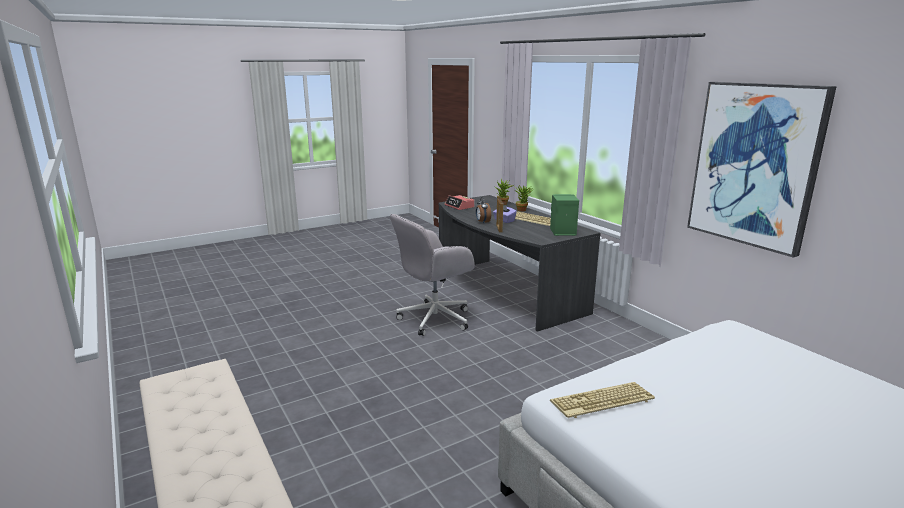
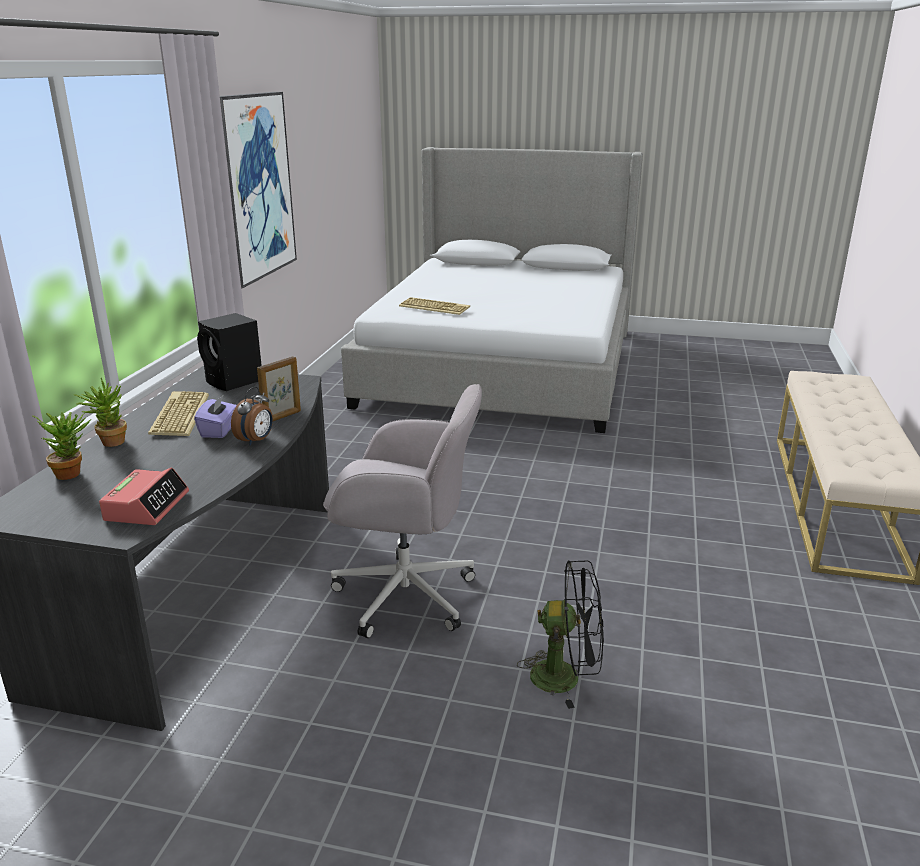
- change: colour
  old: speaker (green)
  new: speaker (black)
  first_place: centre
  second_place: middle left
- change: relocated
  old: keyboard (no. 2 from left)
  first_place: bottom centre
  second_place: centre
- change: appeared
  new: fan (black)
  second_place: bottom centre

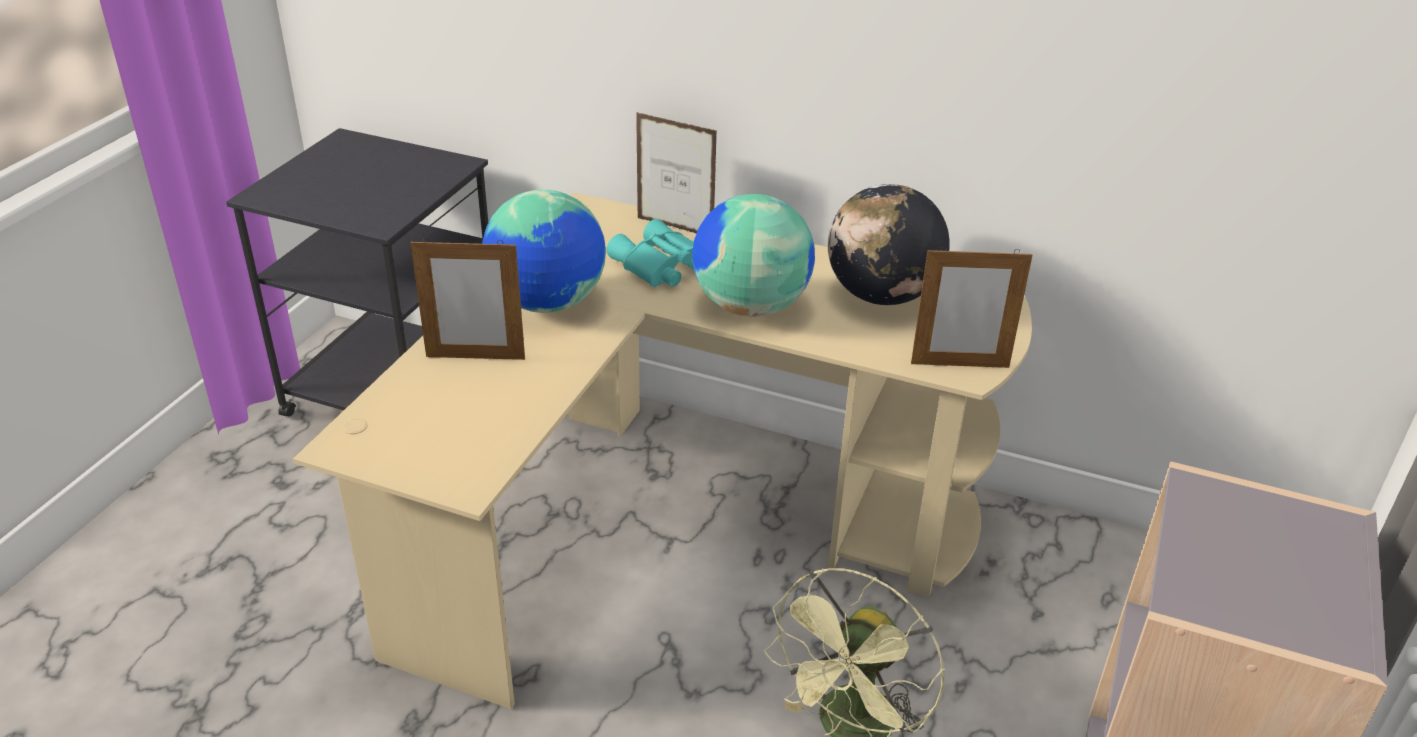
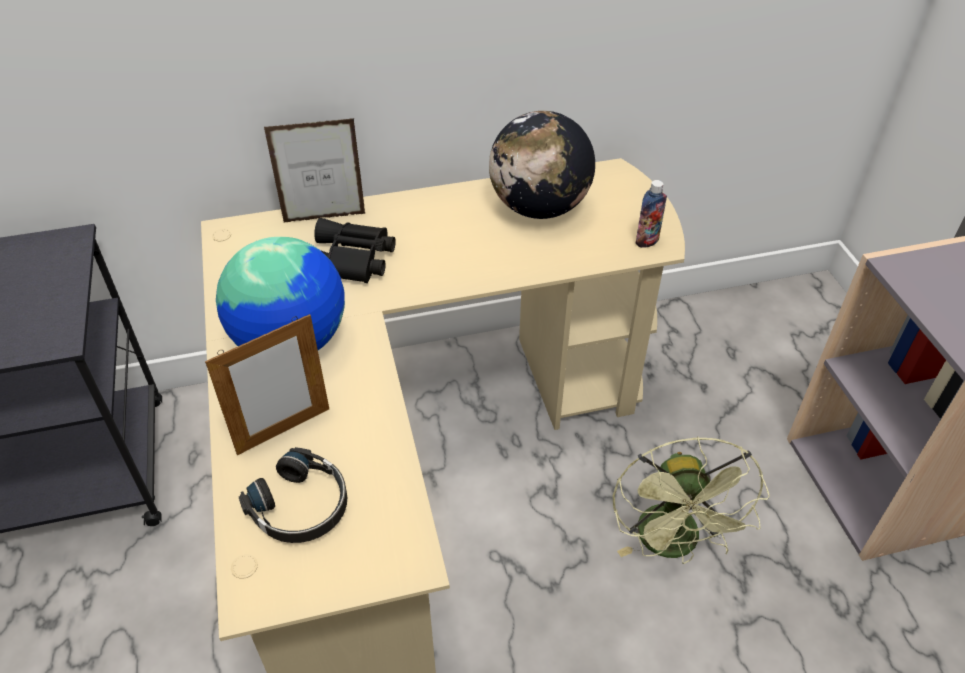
- change: colour
  old: binoculars (turquoise)
  new: binoculars (black)
  first_place: centre
  second_place: centre
- change: missing
  old: globe (no. 2 from left)
  first_place: centre
- change: exchanged
  old: picture frame (no. 3 from left)
  new: bottle
  first_place: middle right
  second_place: top right
- change: appeared
  new: headphones (black)
  second_place: bottom left

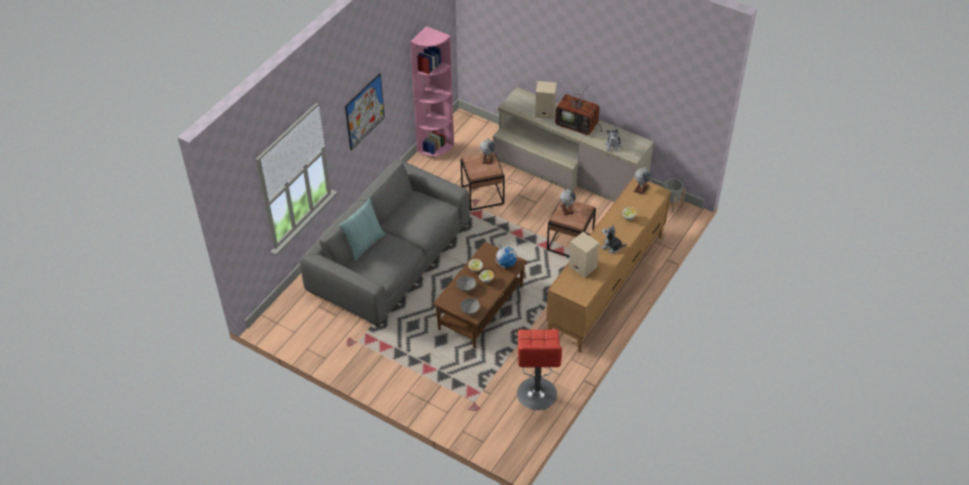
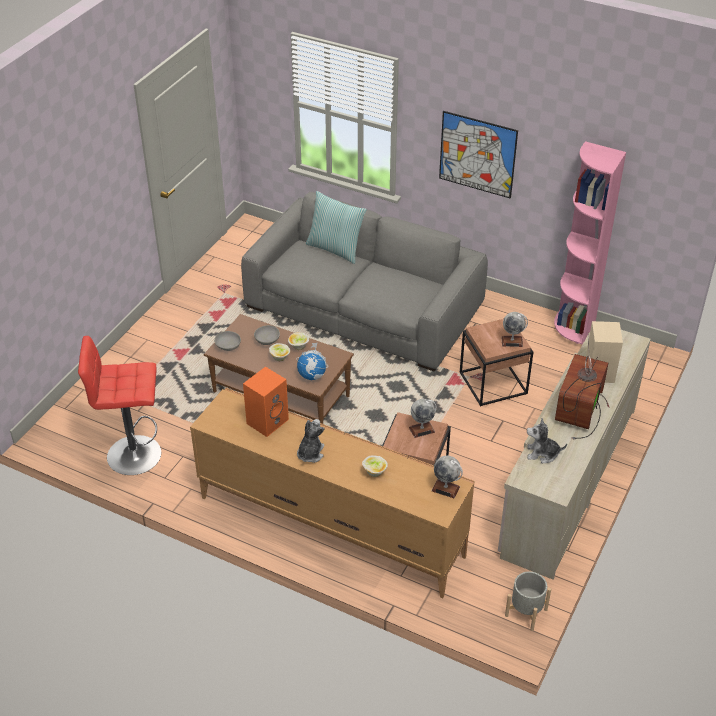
- change: colour
  old: speaker (beige) (no. 2 from left)
  new: speaker (orange)
  first_place: centre
  second_place: centre

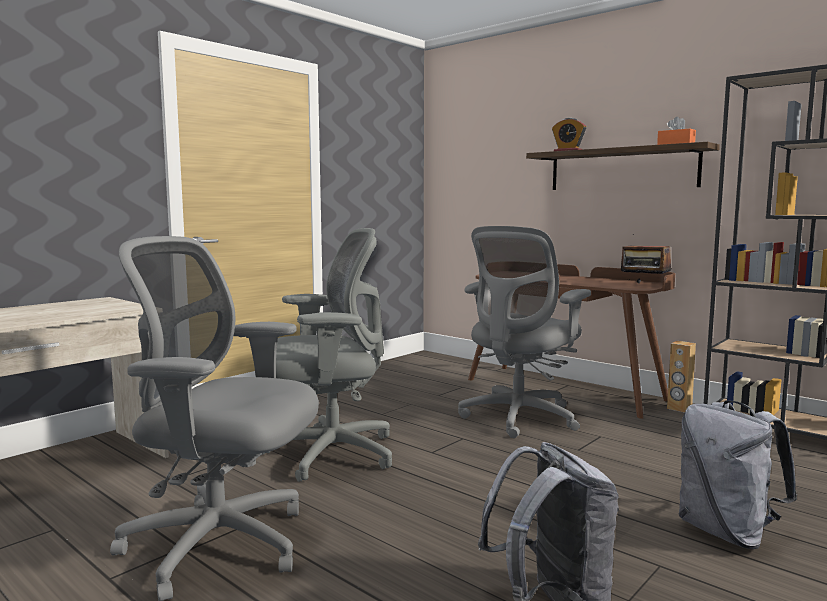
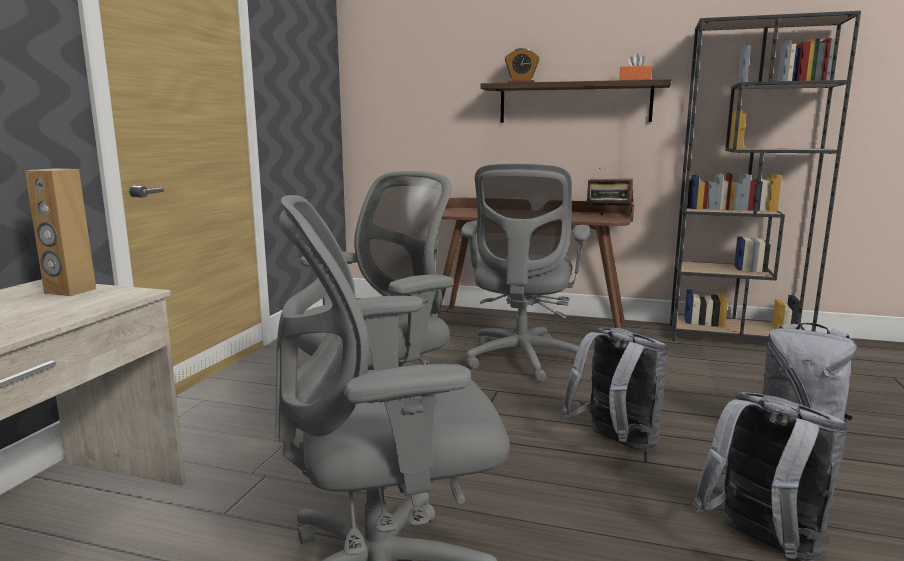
- change: relocated
  old: speaker (brown)
  first_place: middle right
  second_place: middle left
- change: appeared
  new: backpack (grey) (no. 1 from left)
  second_place: bottom right

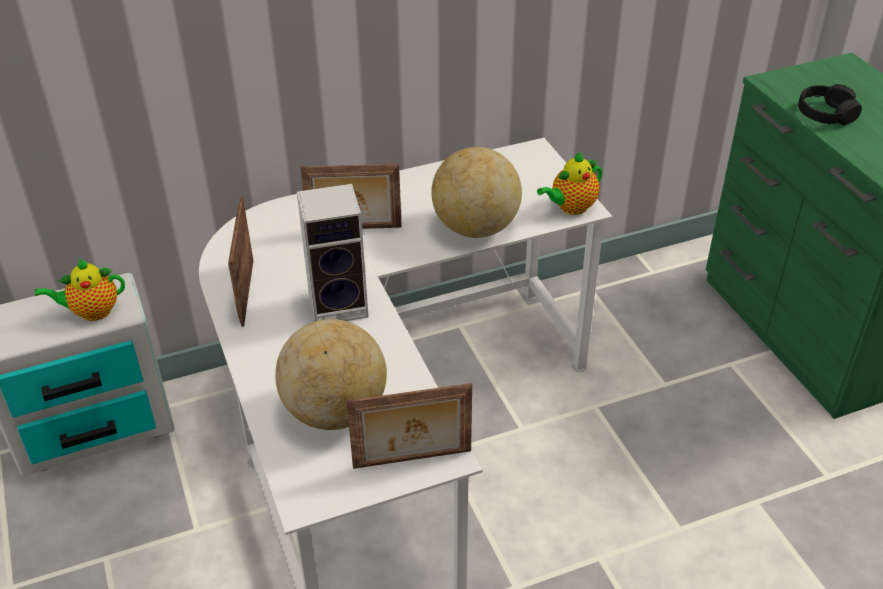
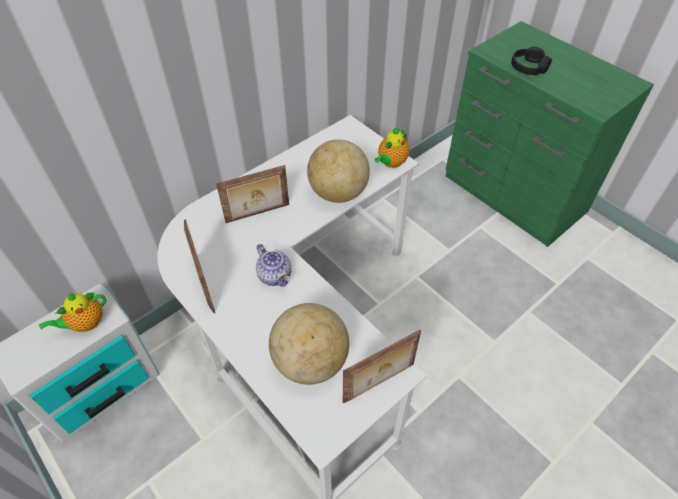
- change: exchanged
  old: speaker
  new: teapot (no. 2 from left)
  first_place: centre
  second_place: centre

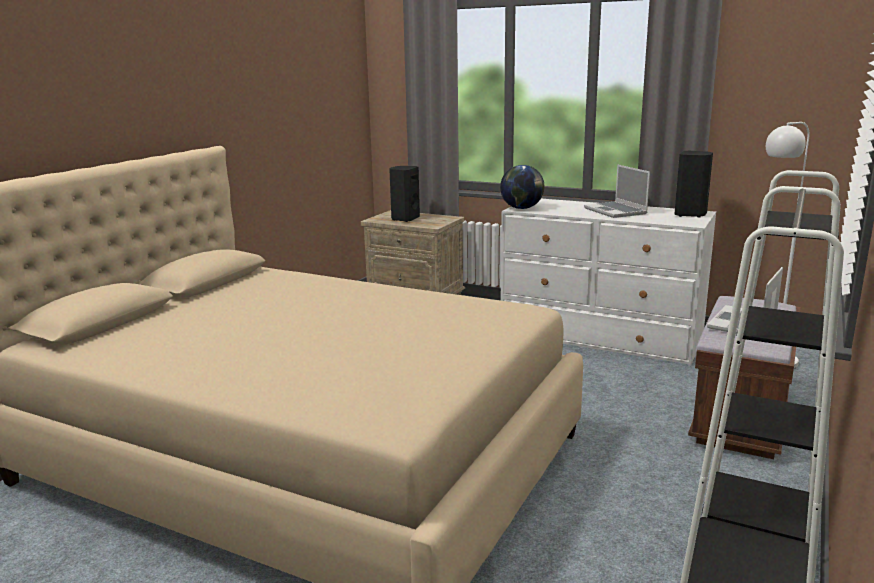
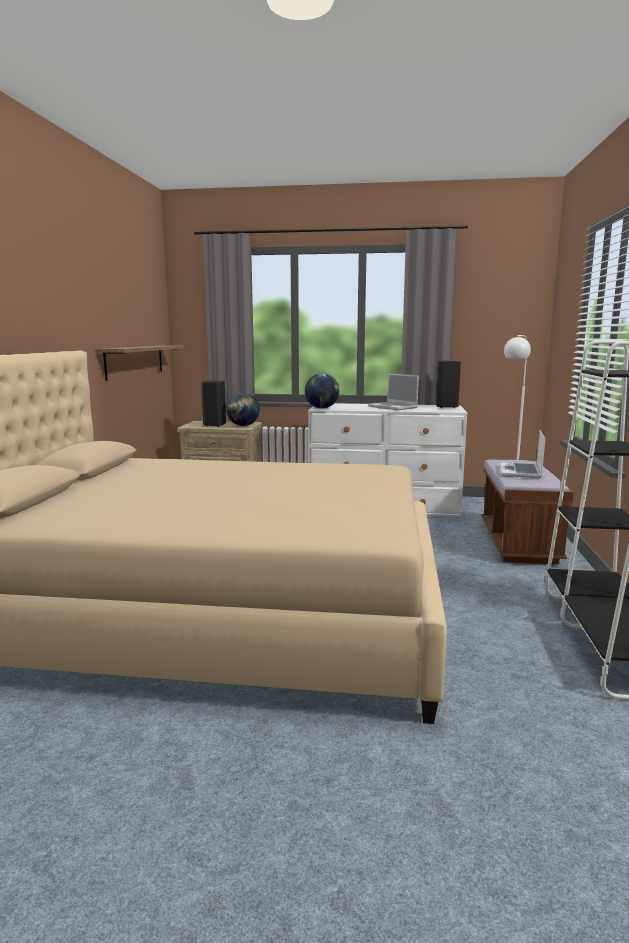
- change: appeared
  new: shelf
  second_place: middle left
- change: appeared
  new: globe (no. 1 from left)
  second_place: centre

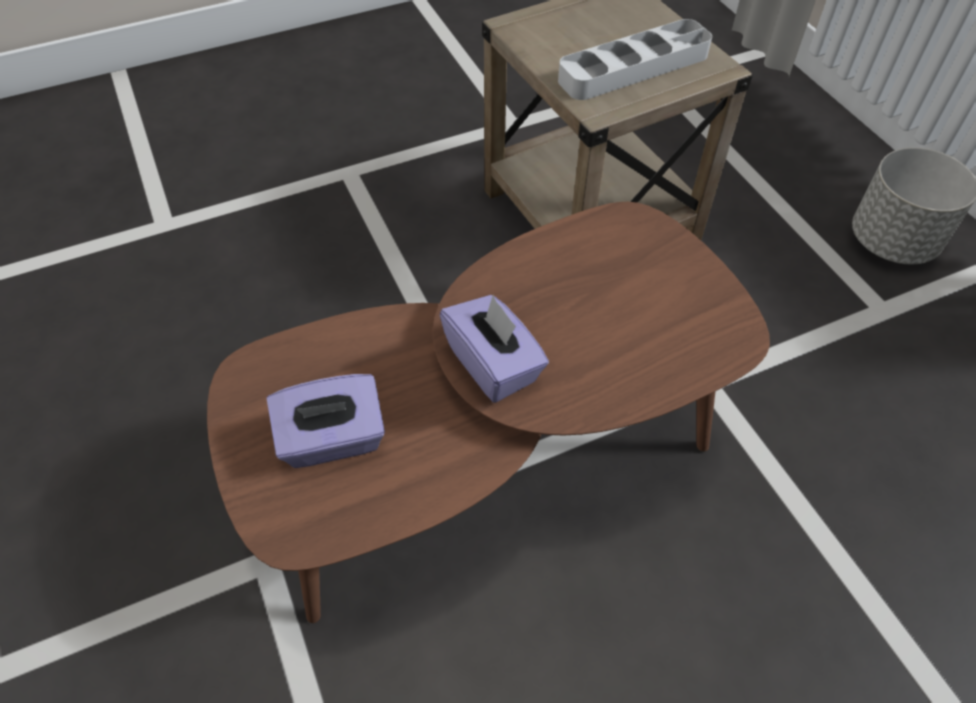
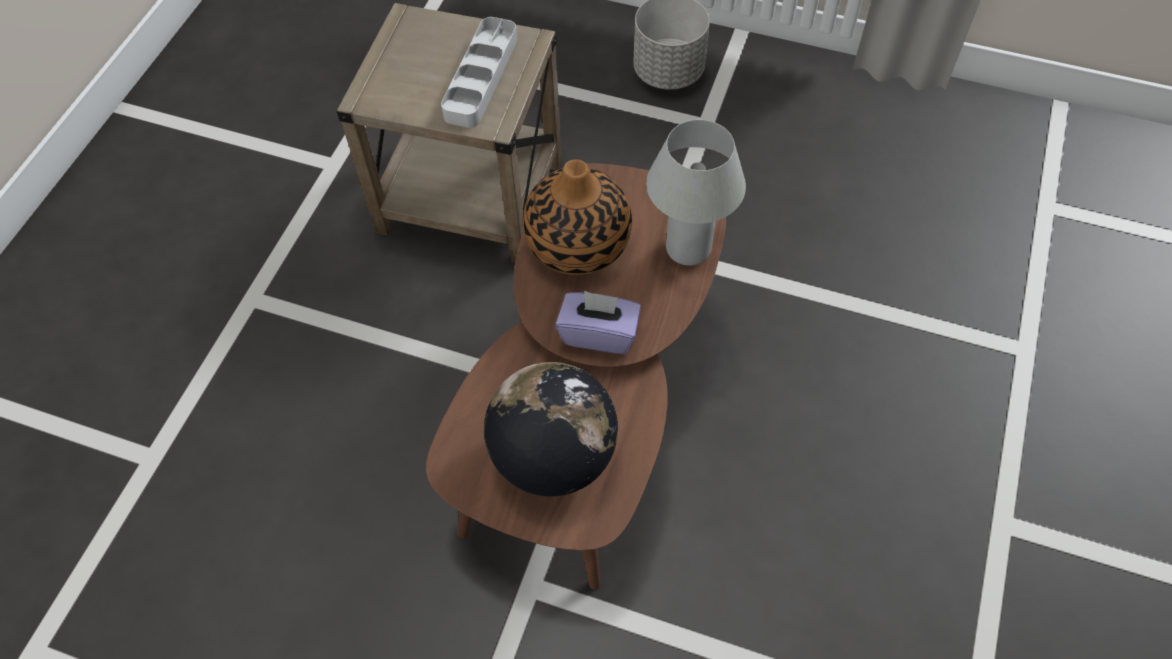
- change: exchanged
  old: tissue box (purple) (no. 1 from left)
  new: globe
  first_place: middle left
  second_place: centre
- change: appeared
  new: vase
  second_place: top centre
- change: appeared
  new: table lamp (white)
  second_place: top centre

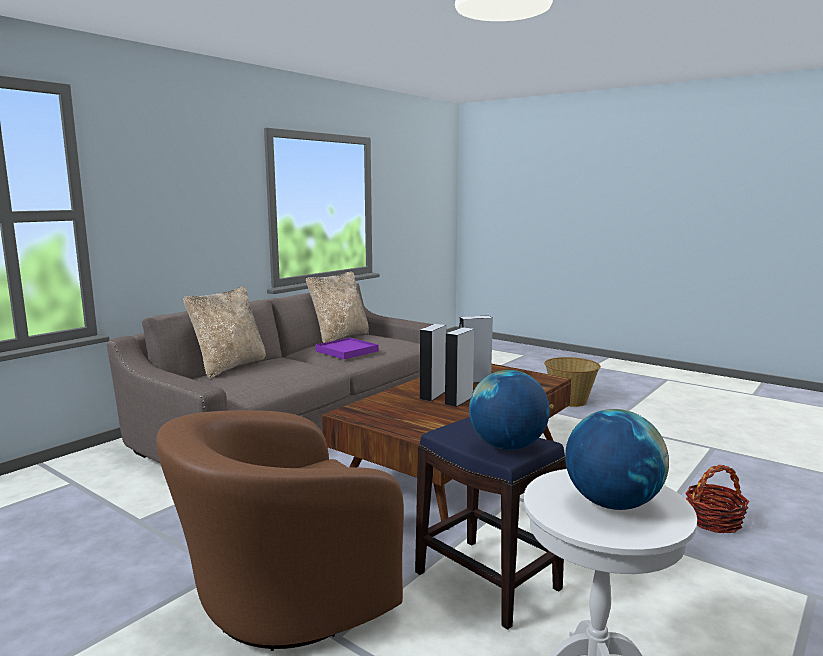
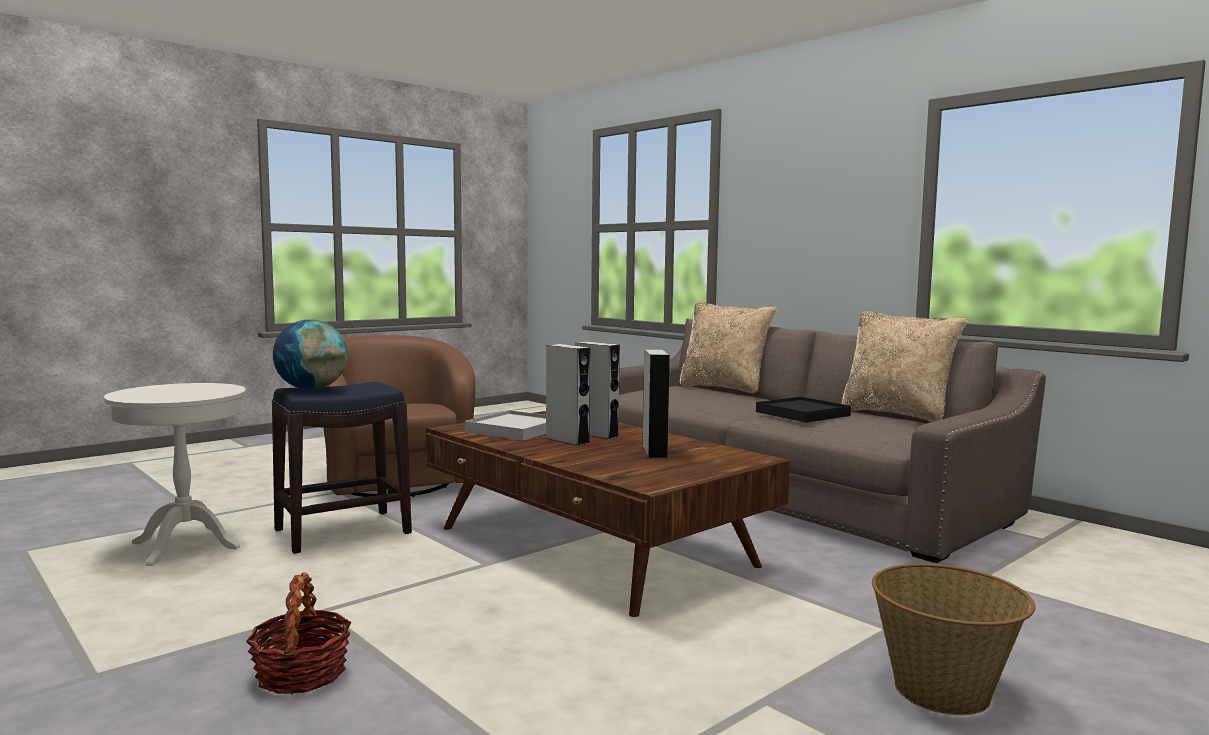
- change: colour
  old: tray (purple)
  new: tray (black)
  first_place: centre
  second_place: centre
- change: missing
  old: globe (no. 2 from left)
  first_place: bottom right
- change: appeared
  new: tray (white)
  second_place: centre

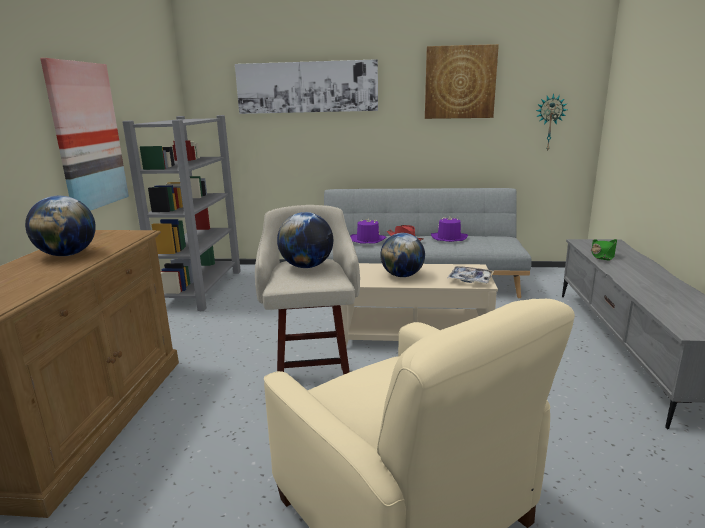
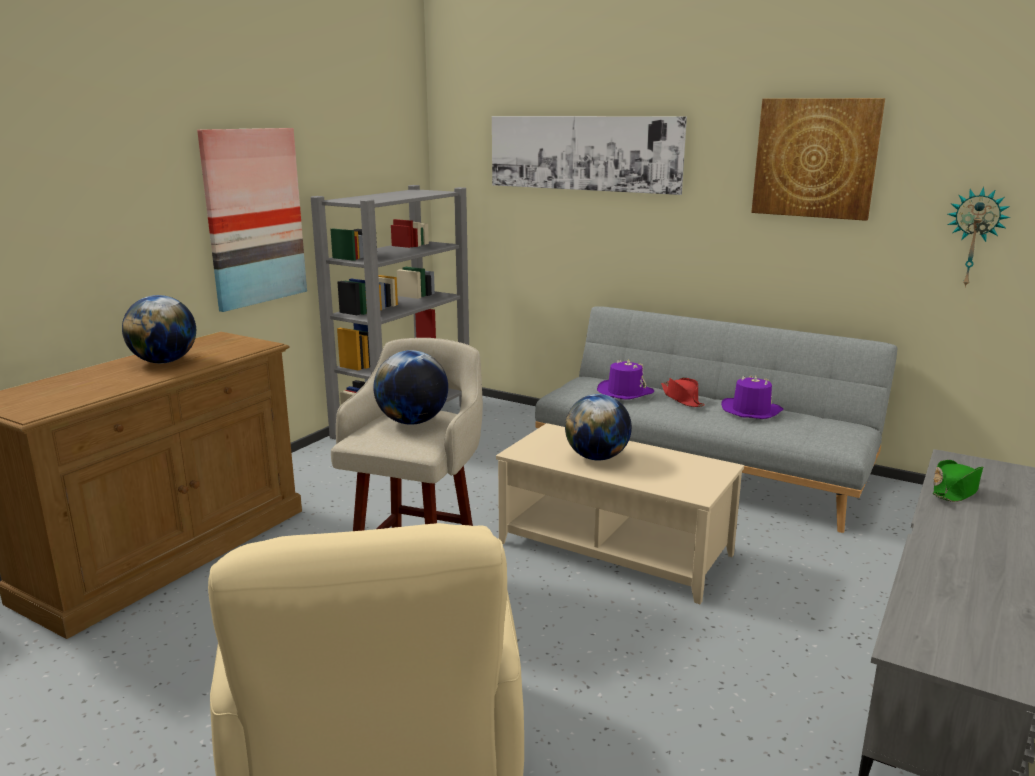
- change: missing
  old: tray
  first_place: middle right

